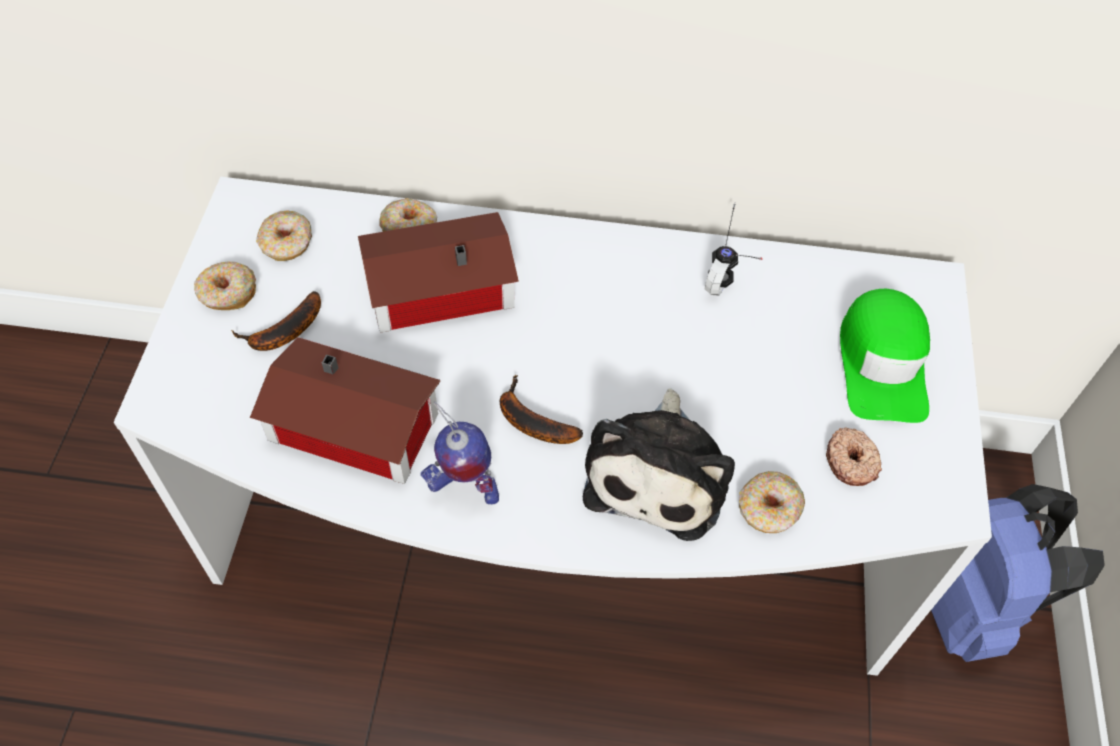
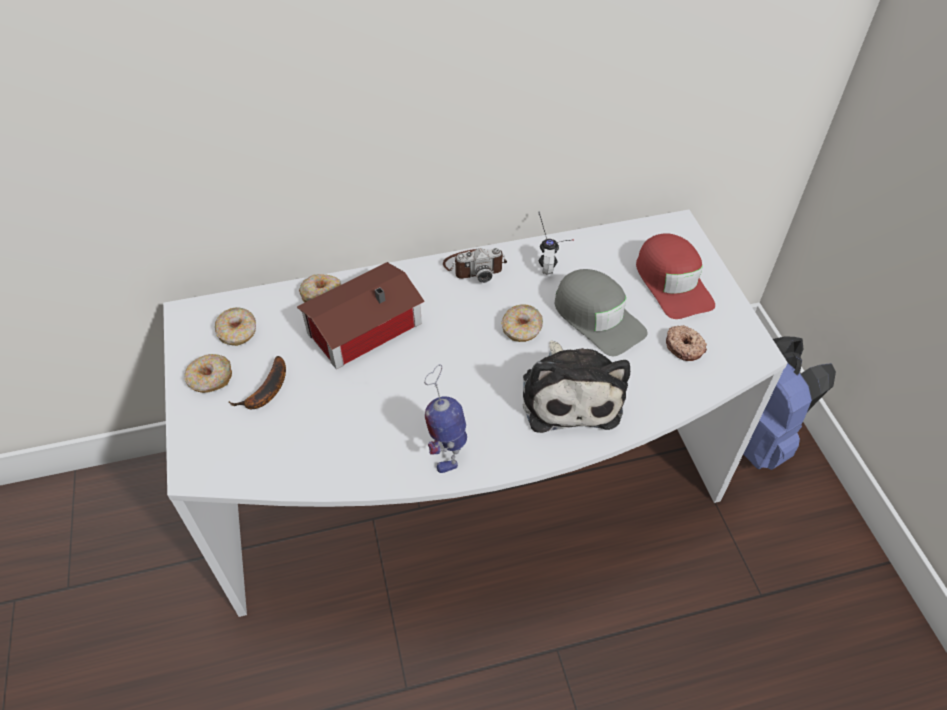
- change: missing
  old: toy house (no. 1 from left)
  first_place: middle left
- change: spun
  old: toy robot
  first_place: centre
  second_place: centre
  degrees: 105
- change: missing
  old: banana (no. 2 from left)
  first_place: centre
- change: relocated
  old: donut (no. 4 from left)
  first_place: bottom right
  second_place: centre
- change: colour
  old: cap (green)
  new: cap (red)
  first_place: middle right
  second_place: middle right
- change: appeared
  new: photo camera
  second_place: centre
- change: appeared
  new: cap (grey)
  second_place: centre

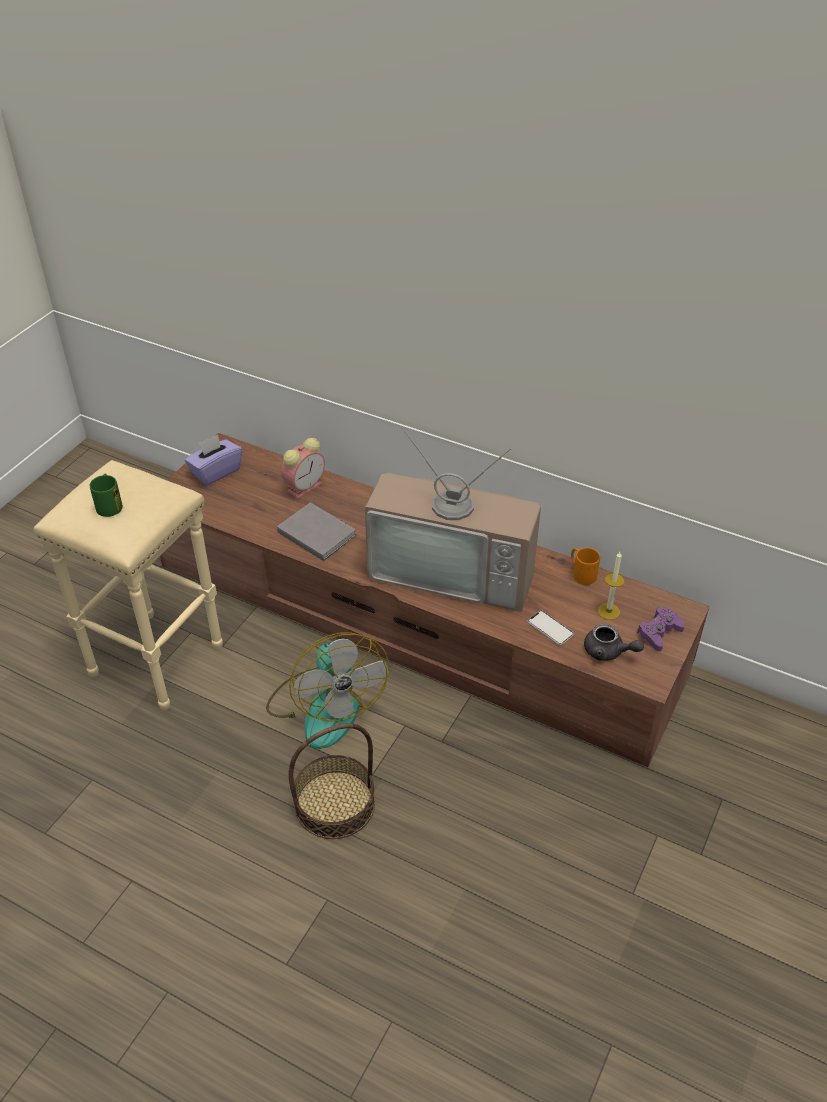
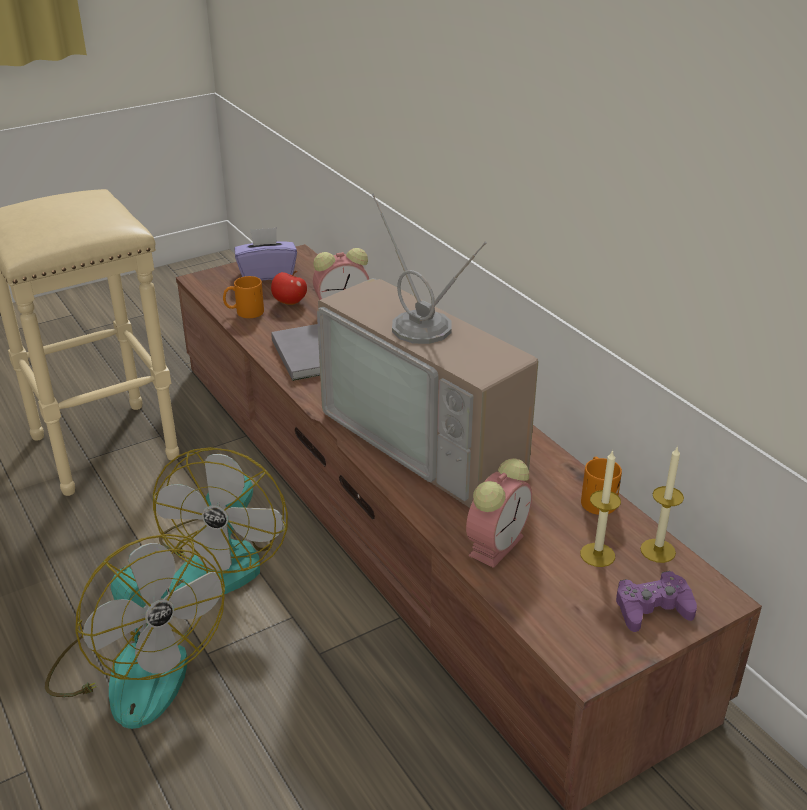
- change: missing
  old: mug (green)
  first_place: middle left
- change: exchanged
  old: basket
  new: fan (no. 1 from left)
  first_place: bottom centre
  second_place: bottom left
- change: exchanged
  old: phone
  new: alarm clock (no. 2 from left)
  first_place: centre
  second_place: centre
- change: missing
  old: teapot (grey)
  first_place: middle right
- change: appeared
  new: mug (orange) (no. 1 from left)
  second_place: middle left
- change: appeared
  new: apple
  second_place: centre
- change: appeared
  new: candle (no. 2 from left)
  second_place: middle right

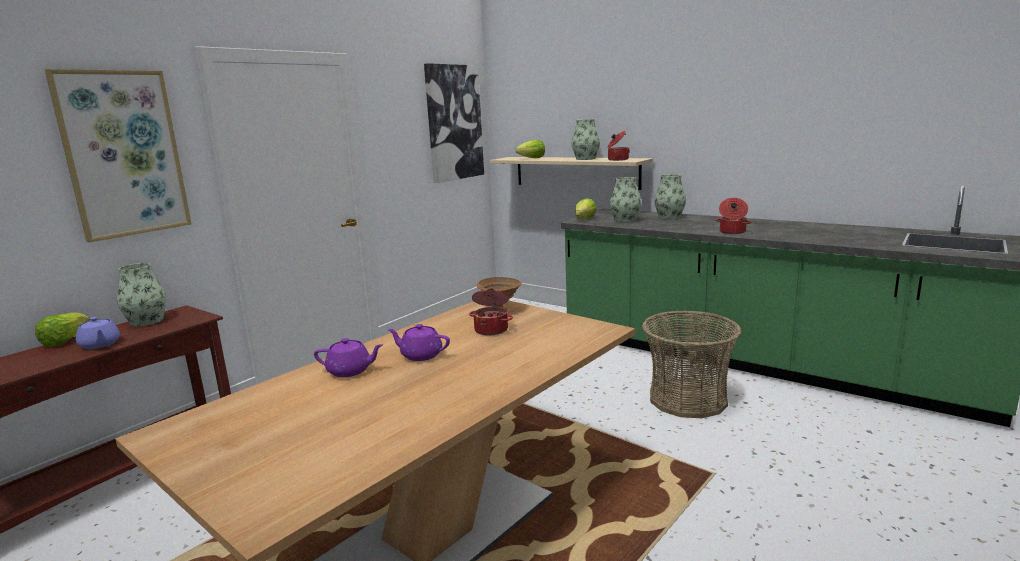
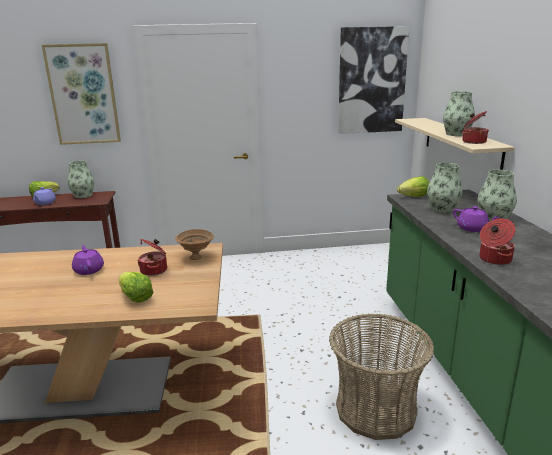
- change: relocated
  old: teapot (purple) (no. 2 from left in the first image)
  new: teapot (purple) (no. 3 from left)
  first_place: centre
  second_place: middle right
- change: relocated
  old: lettuce (no. 2 from left)
  first_place: top centre
  second_place: middle left

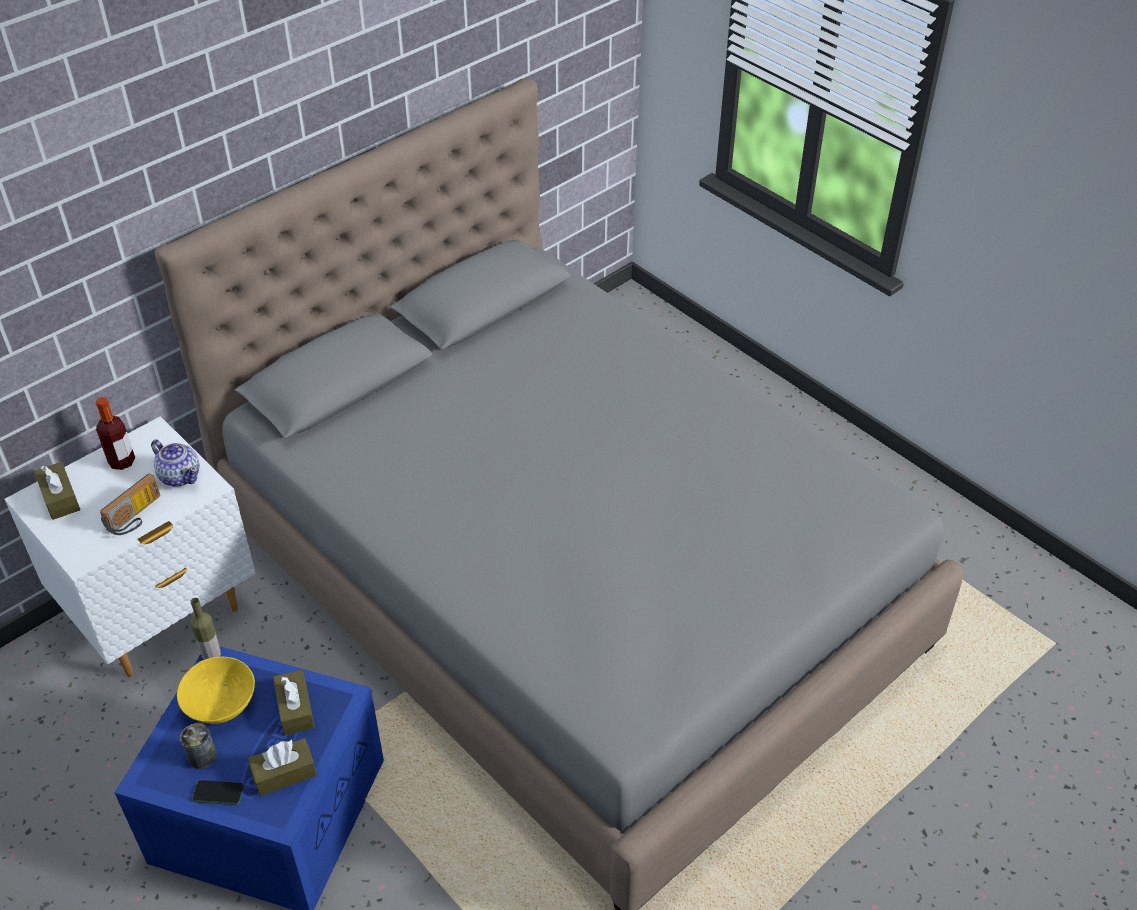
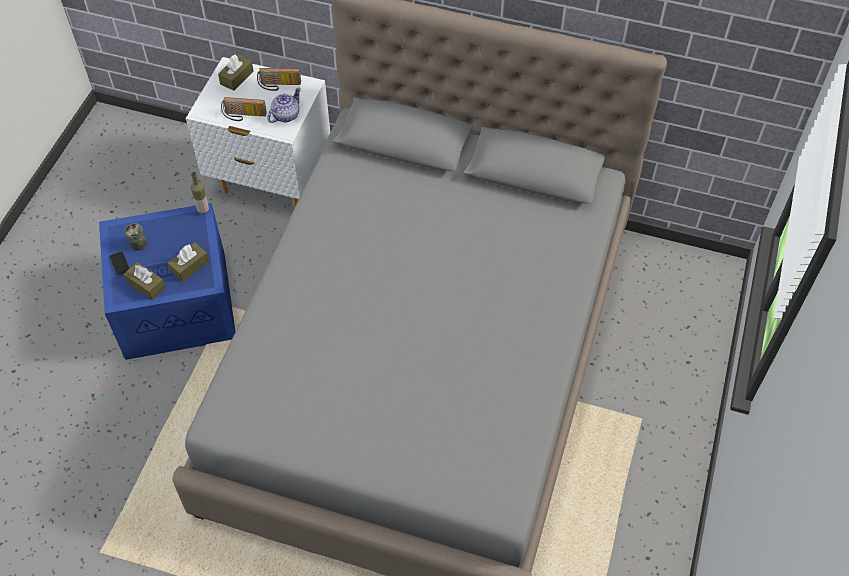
- change: exchanged
  old: bottle (no. 1 from left)
  new: radio (no. 2 from left)
  first_place: middle left
  second_place: top left
- change: spun
  old: teapot
  first_place: middle left
  second_place: top centre
  degrees: -150
- change: missing
  old: bowl (yellow)
  first_place: bottom left

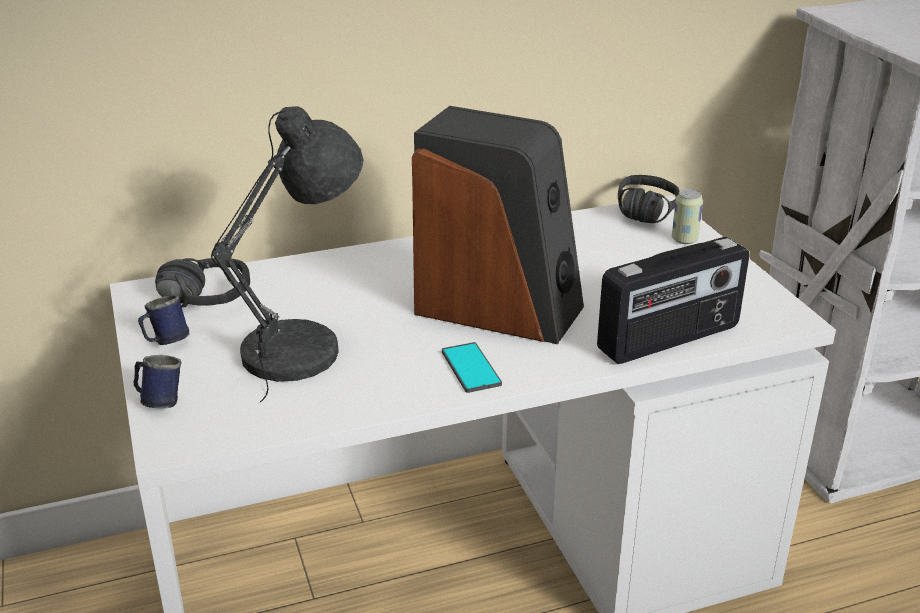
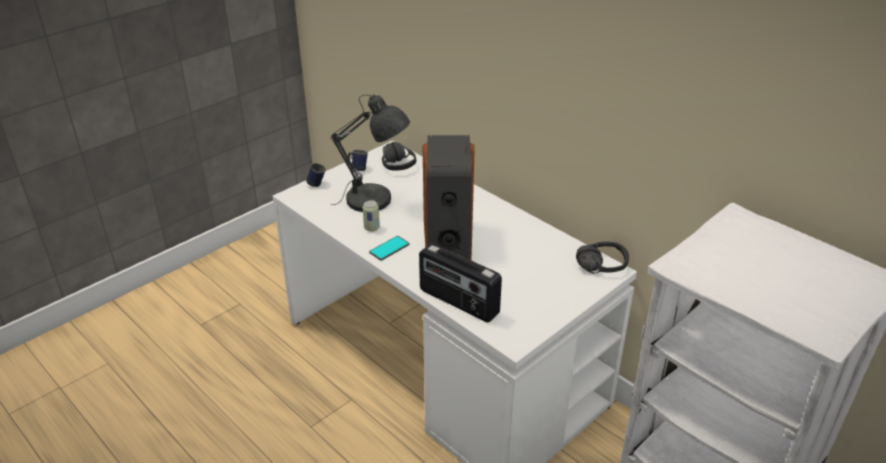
- change: relocated
  old: can
  first_place: middle right
  second_place: centre

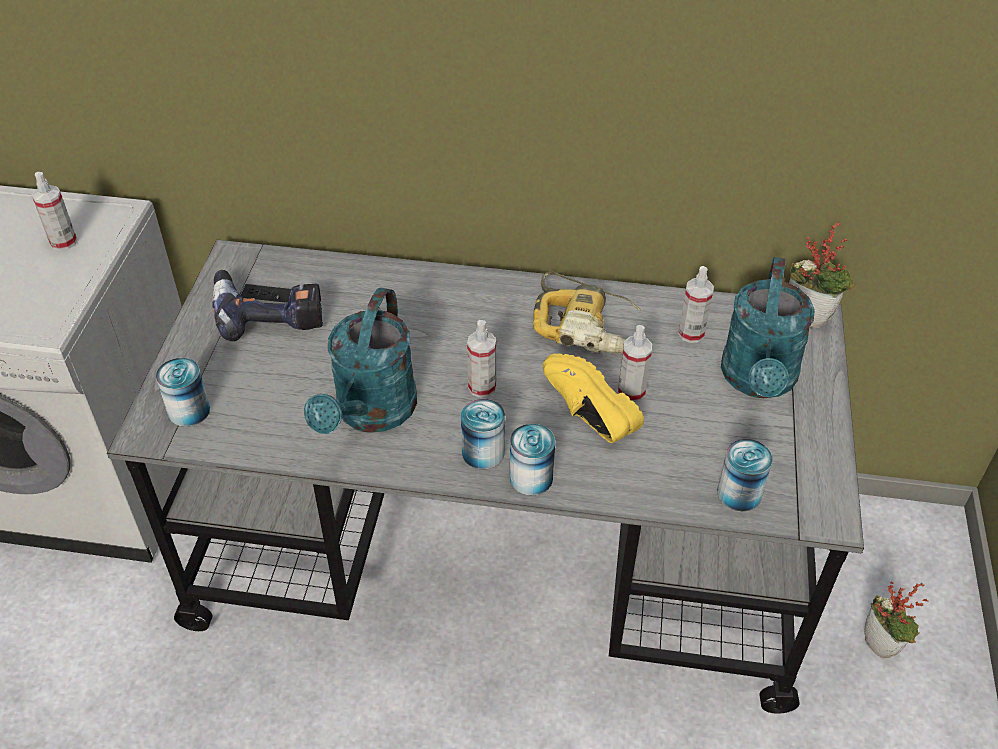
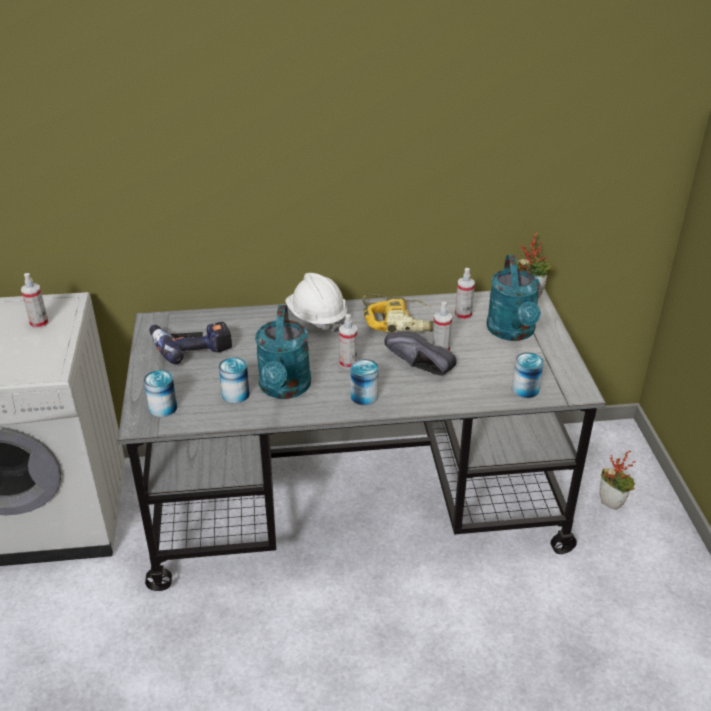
- change: relocated
  old: can (no. 3 from left in the first image)
  new: can (no. 2 from left)
  first_place: centre
  second_place: middle left
- change: colour
  old: shoe (yellow)
  new: shoe (black)
  first_place: centre
  second_place: centre
- change: appeared
  new: hard hat (white)
  second_place: centre

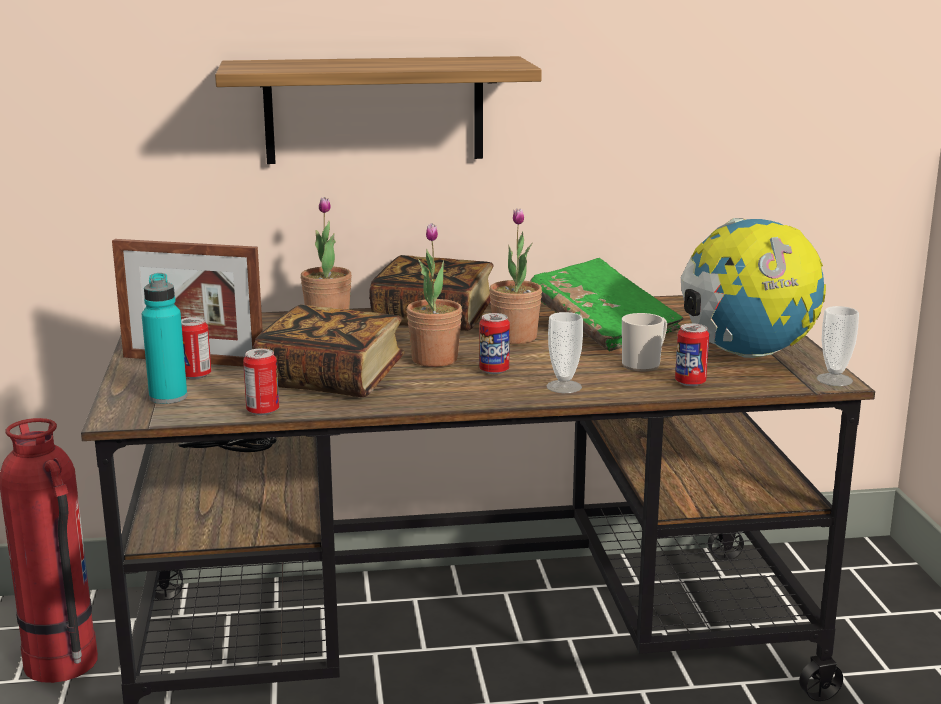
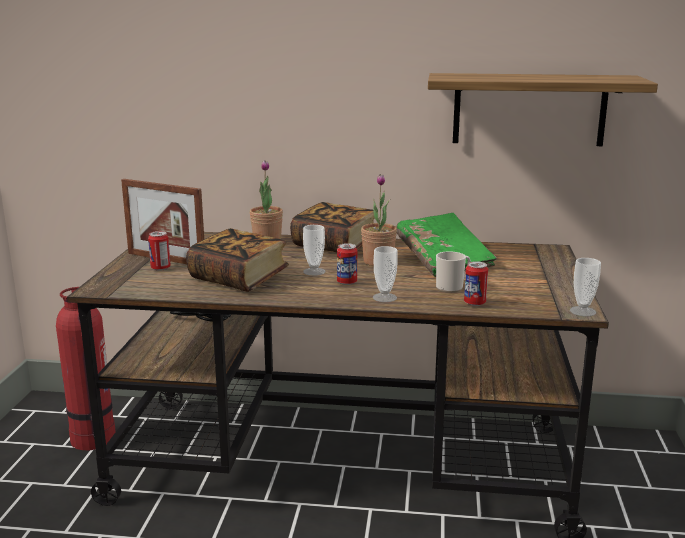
- change: missing
  old: bottle (turquoise)
  first_place: middle left
- change: relocated
  old: shelf
  first_place: top centre
  second_place: top right
- change: missing
  old: can (no. 2 from left)
  first_place: middle left
- change: exchanged
  old: potted plant (no. 2 from left)
  new: cup (no. 1 from left)
  first_place: centre
  second_place: centre
- change: missing
  old: globe
  first_place: middle right

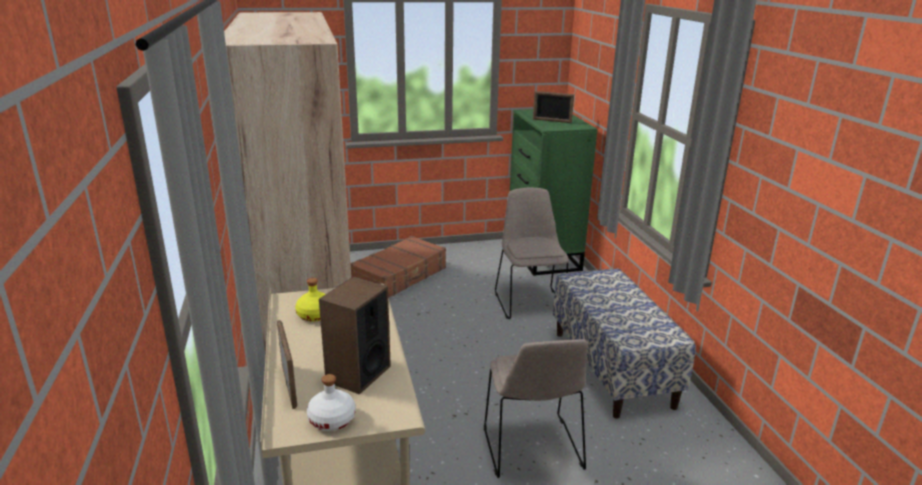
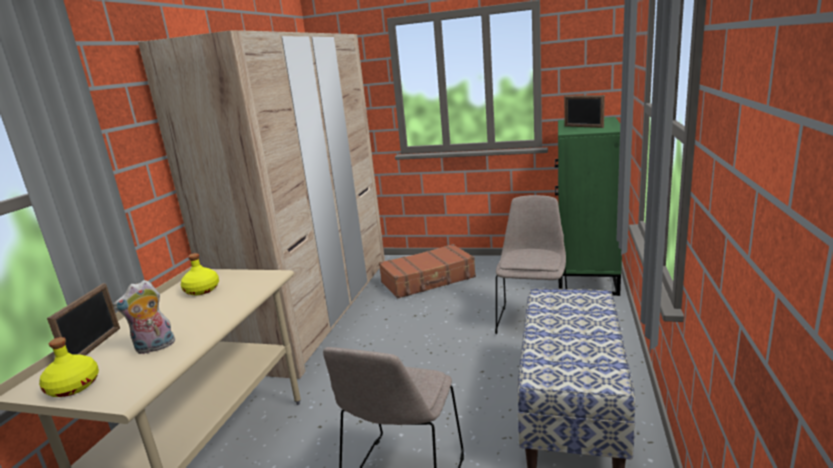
- change: colour
  old: bottle (white)
  new: bottle (yellow) (no. 1 from left)
  first_place: bottom centre
  second_place: bottom left
- change: exchanged
  old: speaker
  new: plush toy
  first_place: bottom centre
  second_place: bottom left

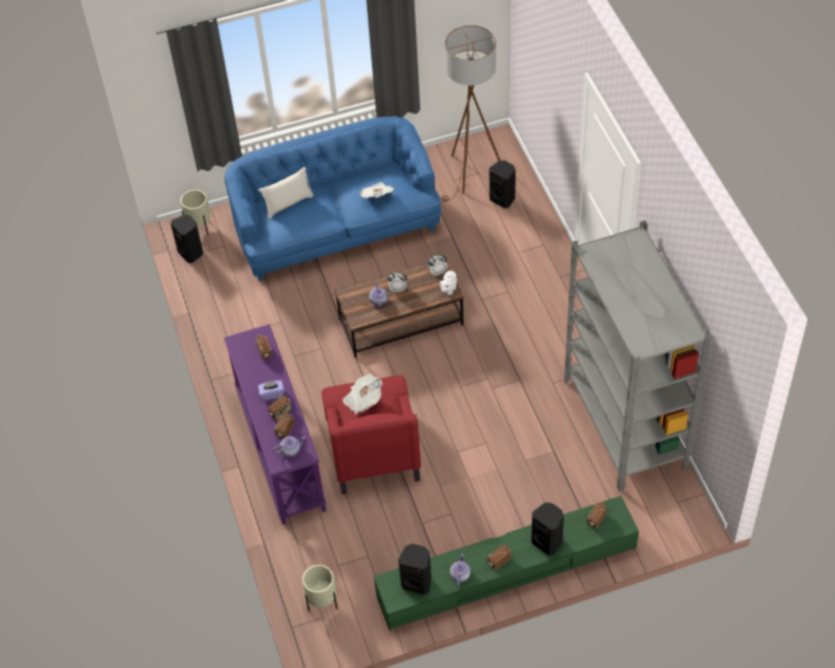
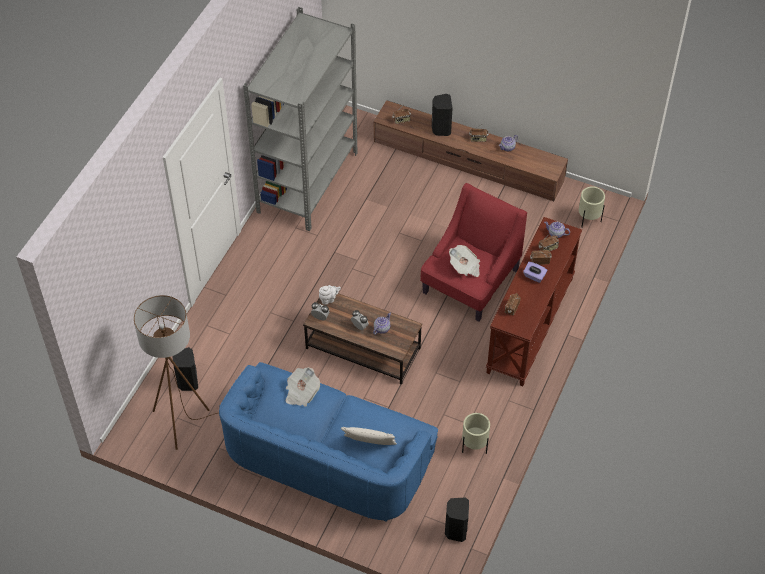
- change: relocated
  old: planter (beige) (no. 1 from left)
  first_place: top left
  second_place: bottom centre
- change: colour
  old: console table (purple)
  new: console table (brown)
  first_place: middle left
  second_place: middle right
- change: colour
  old: tv stand (green)
  new: tv stand (brown)
  first_place: bottom centre
  second_place: top centre
- change: missing
  old: speaker (black) (no. 2 from left)
  first_place: bottom centre

